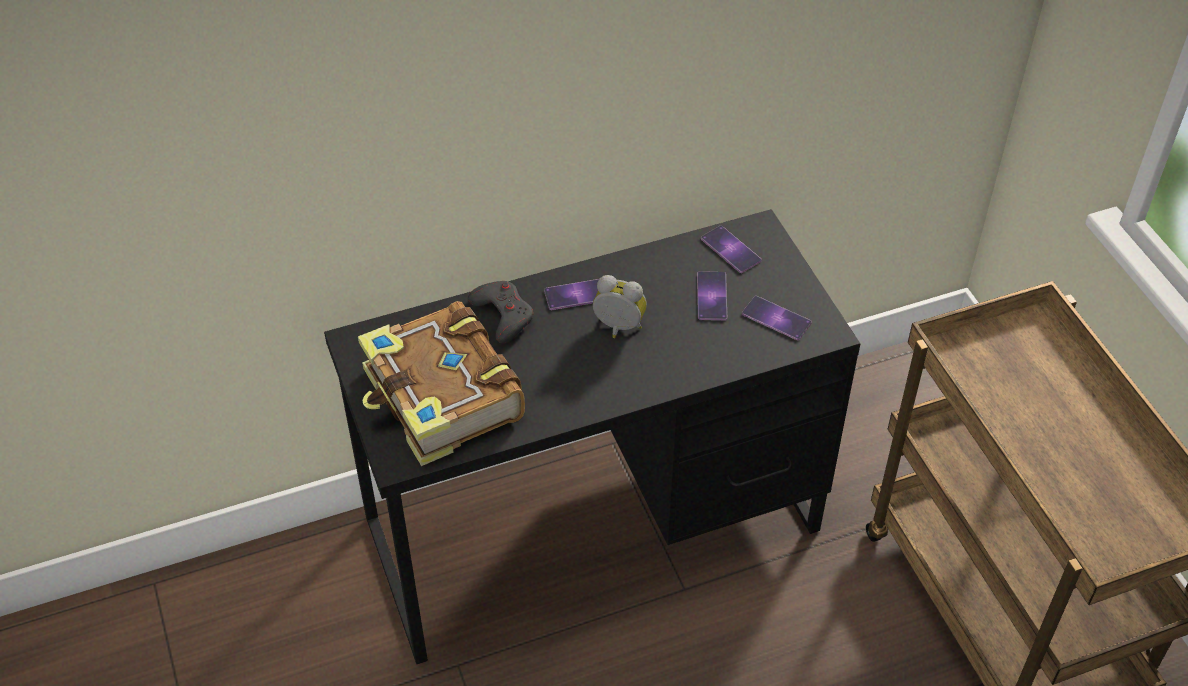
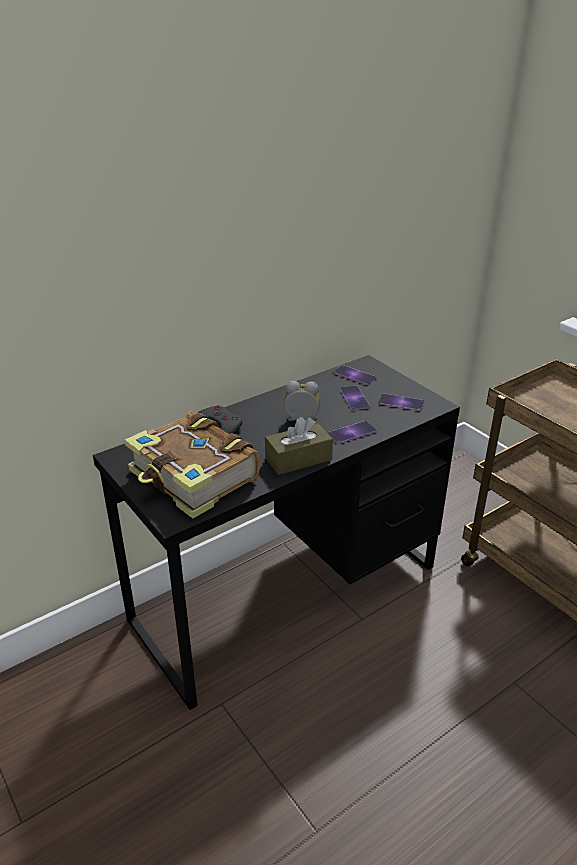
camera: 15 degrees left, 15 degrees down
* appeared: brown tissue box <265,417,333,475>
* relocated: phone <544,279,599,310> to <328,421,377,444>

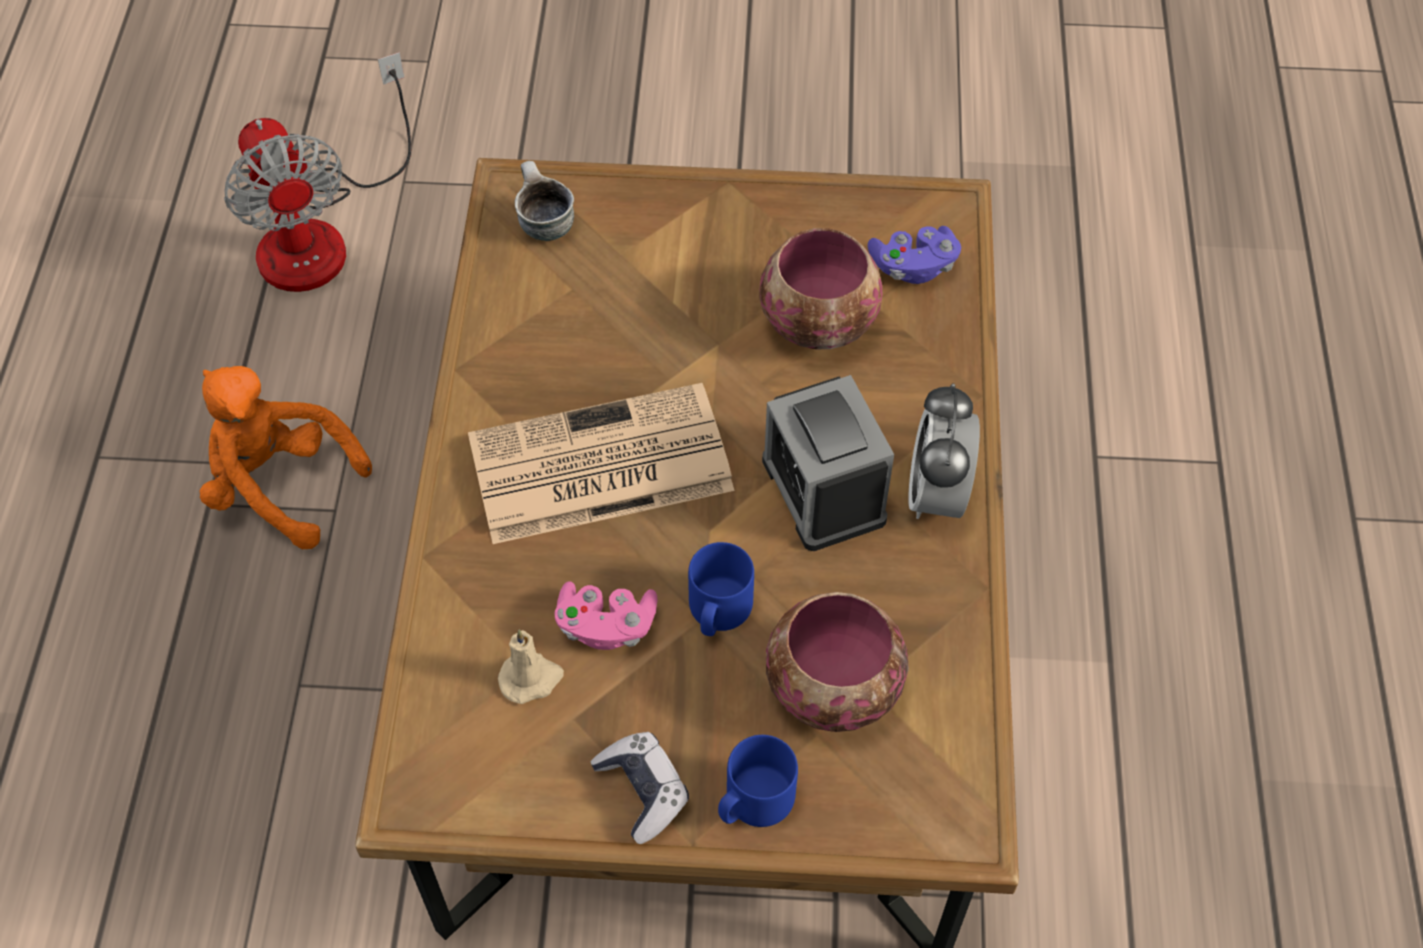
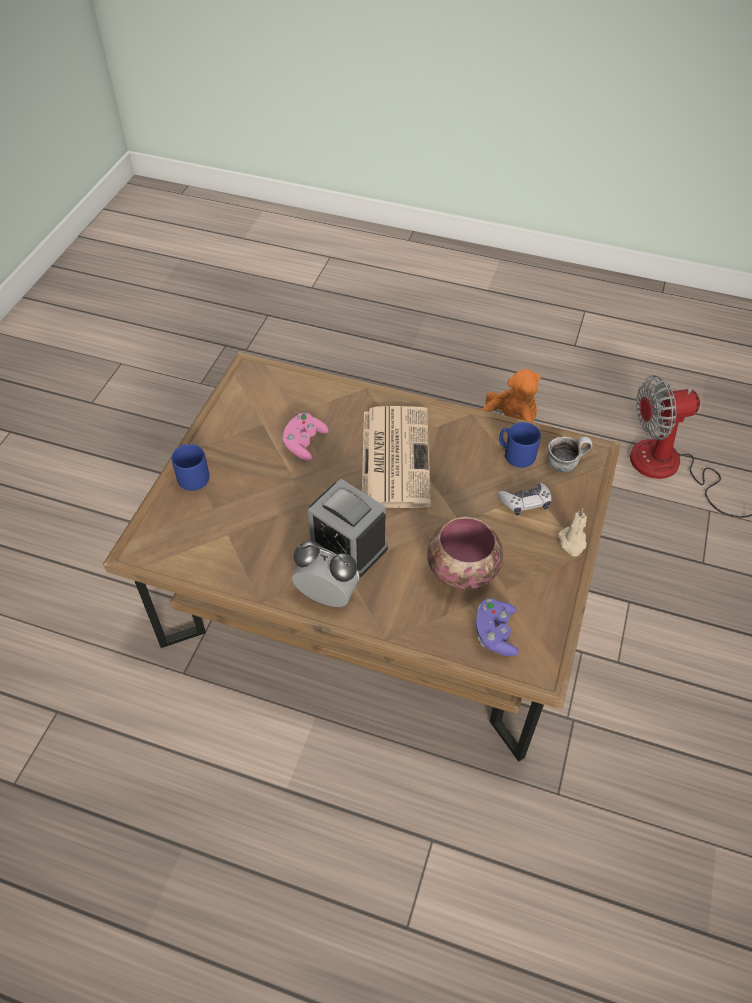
camera: 105 degrees right, 5 degrees down
* spun: alarm clock <762,375,894,551> = <308,479,388,577> 135 degrees counterclockwise
* relocated: game controller <591,732,689,844> to <498,483,552,516>
* relocated: blue mug <688,542,754,636> to <499,422,541,468>
* relocated: beige candle <498,630,564,704> to <558,508,587,557>
* missing: bowl <766,592,909,732>

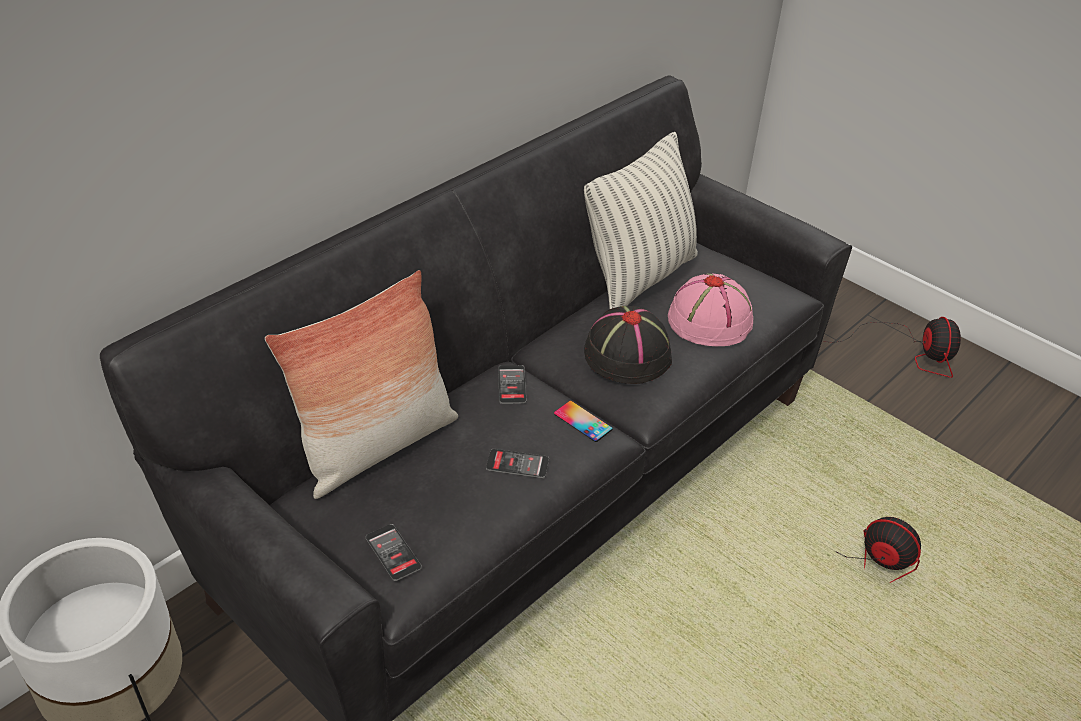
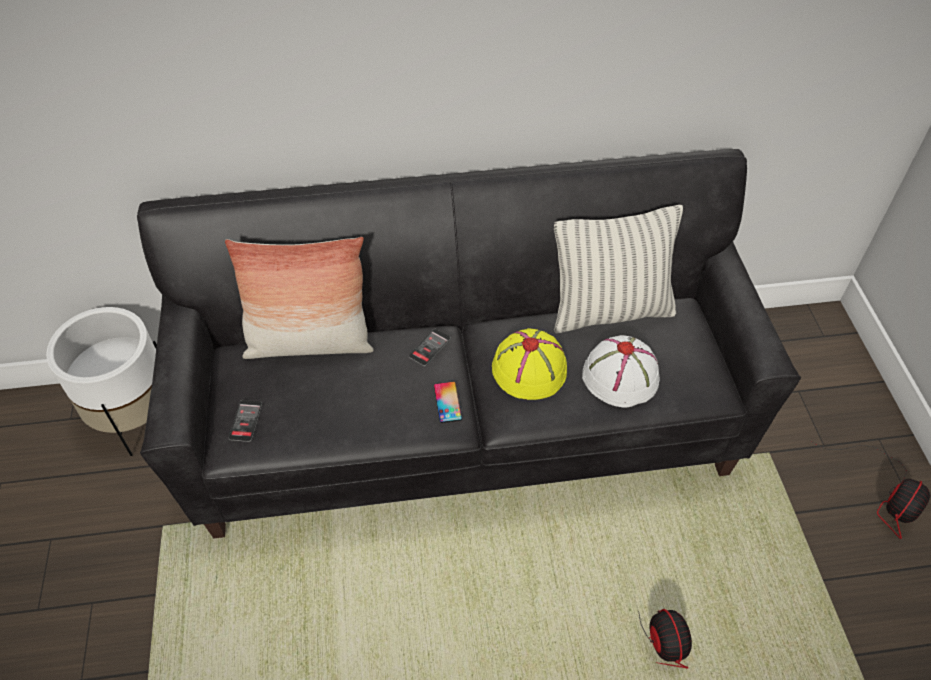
camera: 40 degrees right, 10 degrees up
* colour: black hat <584,306,672,384> to yellow hat <492,328,567,400>
* colour: pink hat <668,273,753,346> to white hat <582,335,660,408>
* missing: phone <486,449,549,478>

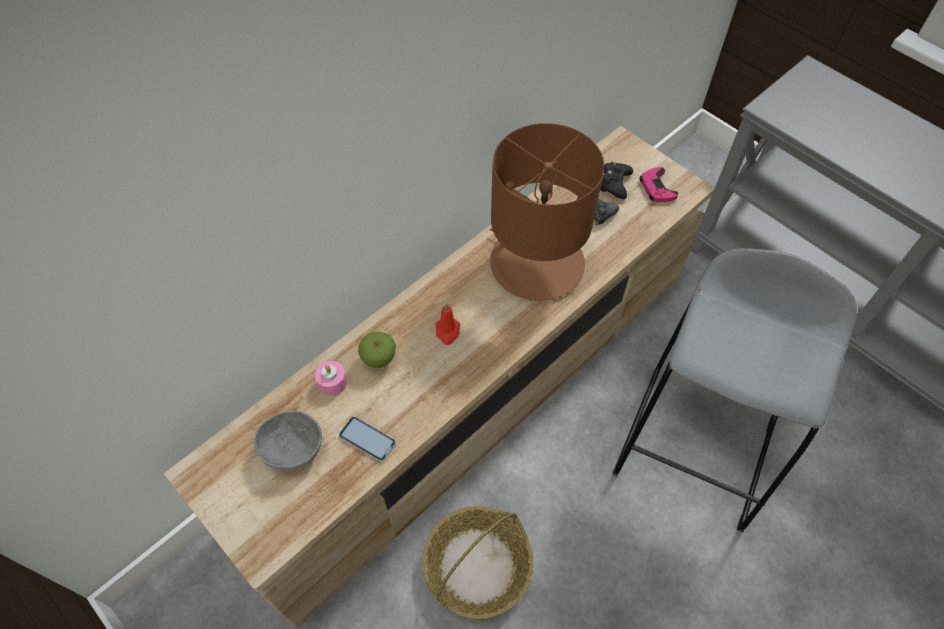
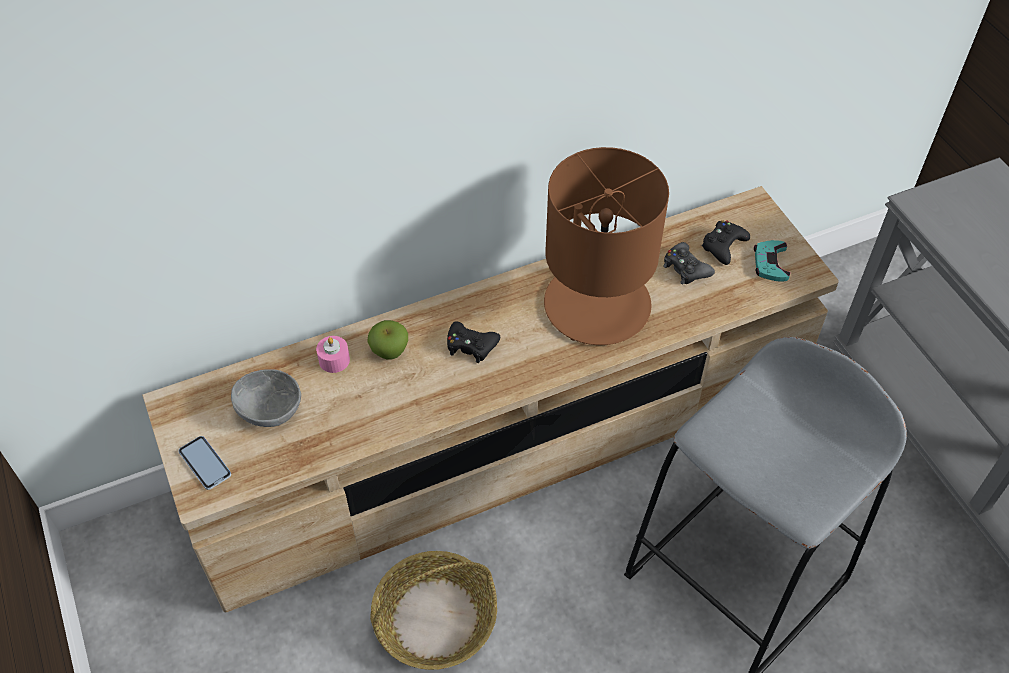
camera: 20 degrees right, 5 degrees down
* relocated: phone <339,416,396,462> to <178,436,231,490>
* exchanged: red candle <435,303,460,345> to black game controller <447,321,500,363>
* colour: pink game controller <640,167,678,202> to turquoise game controller <754,240,790,281>

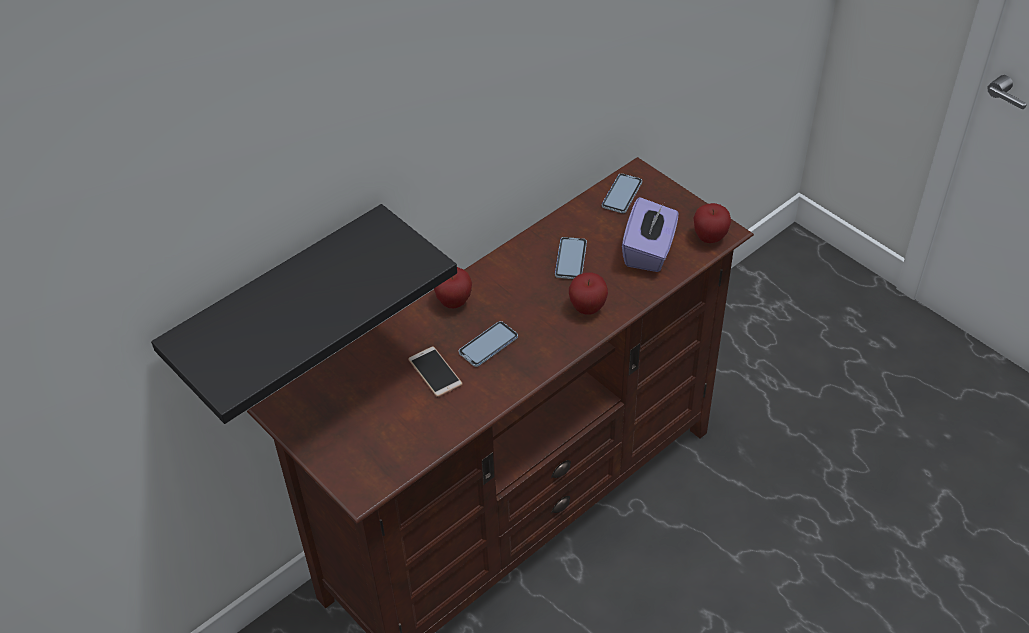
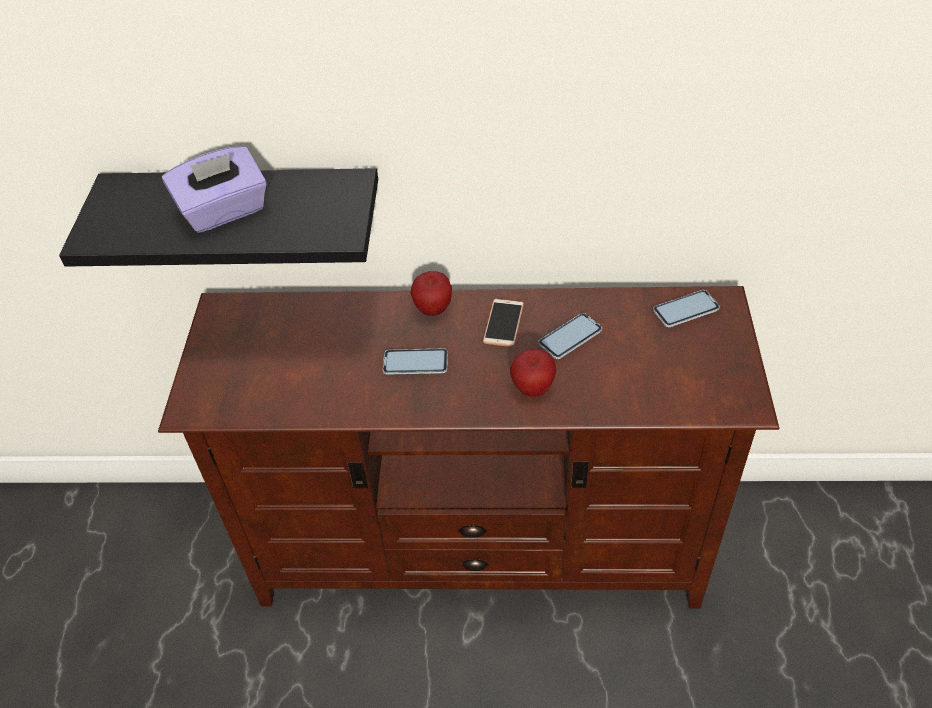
camera: 45 degrees right, 0 degrees up
* relocated: purple tissue box <622,197,678,272> to <162,146,267,233>
* relocated: phone <408,346,463,397> to <483,299,524,347>
* missing: apple <694,203,731,243>

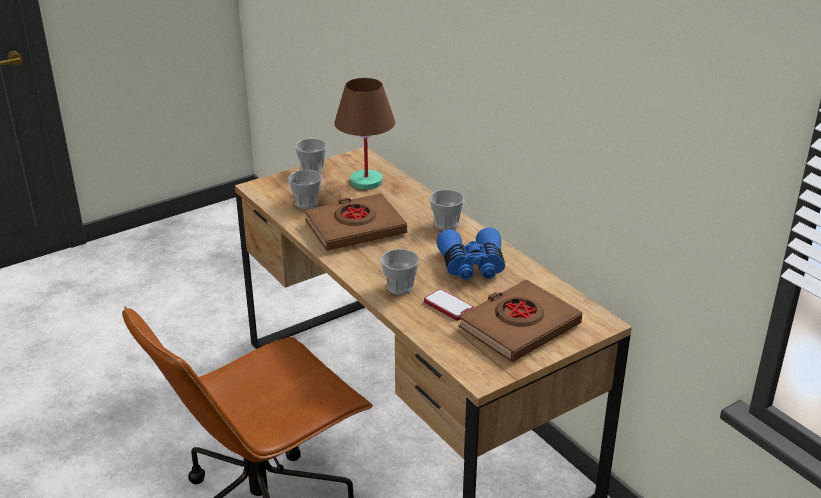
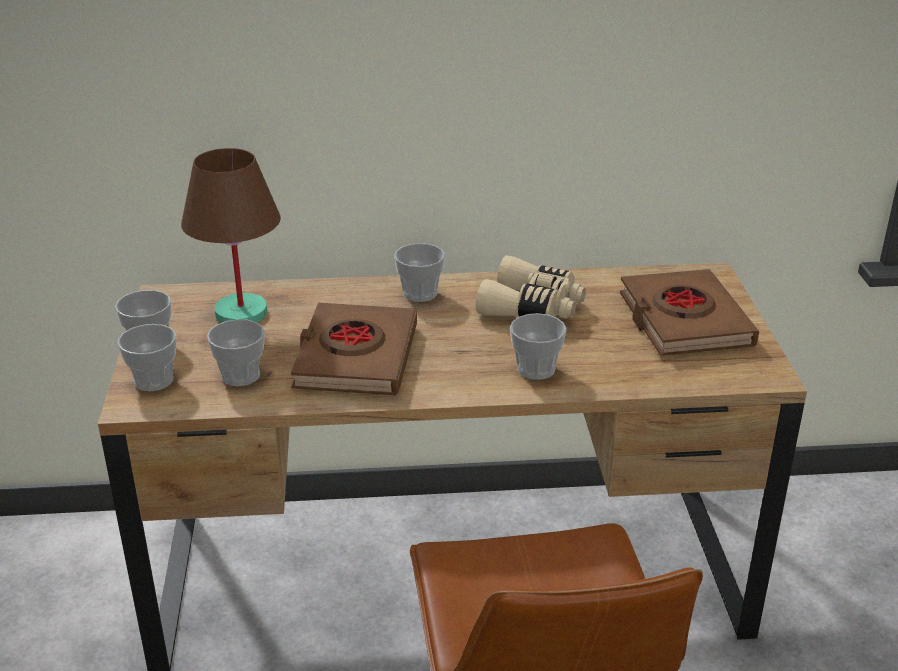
camera: 60 degrees left, 0 degrees up
* appeared: cup <118,324,176,392>
* colour: blue binoculars <436,227,505,280> to beige binoculars <476,255,586,319>
* missing: phone <424,289,474,321>

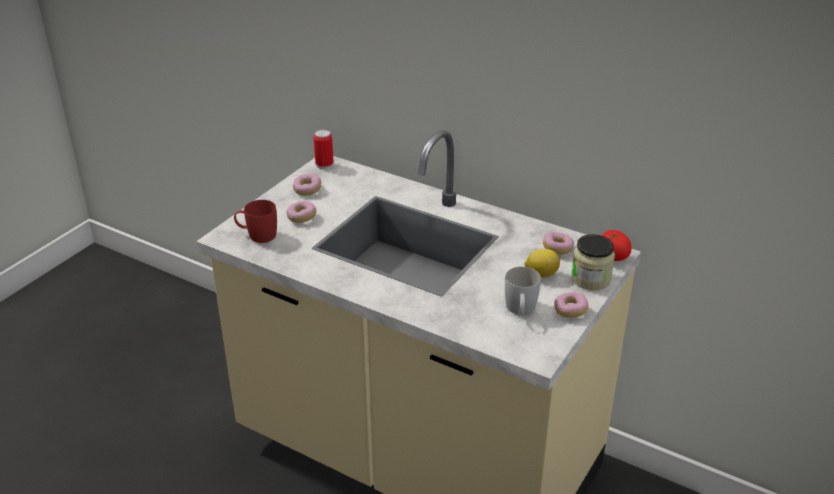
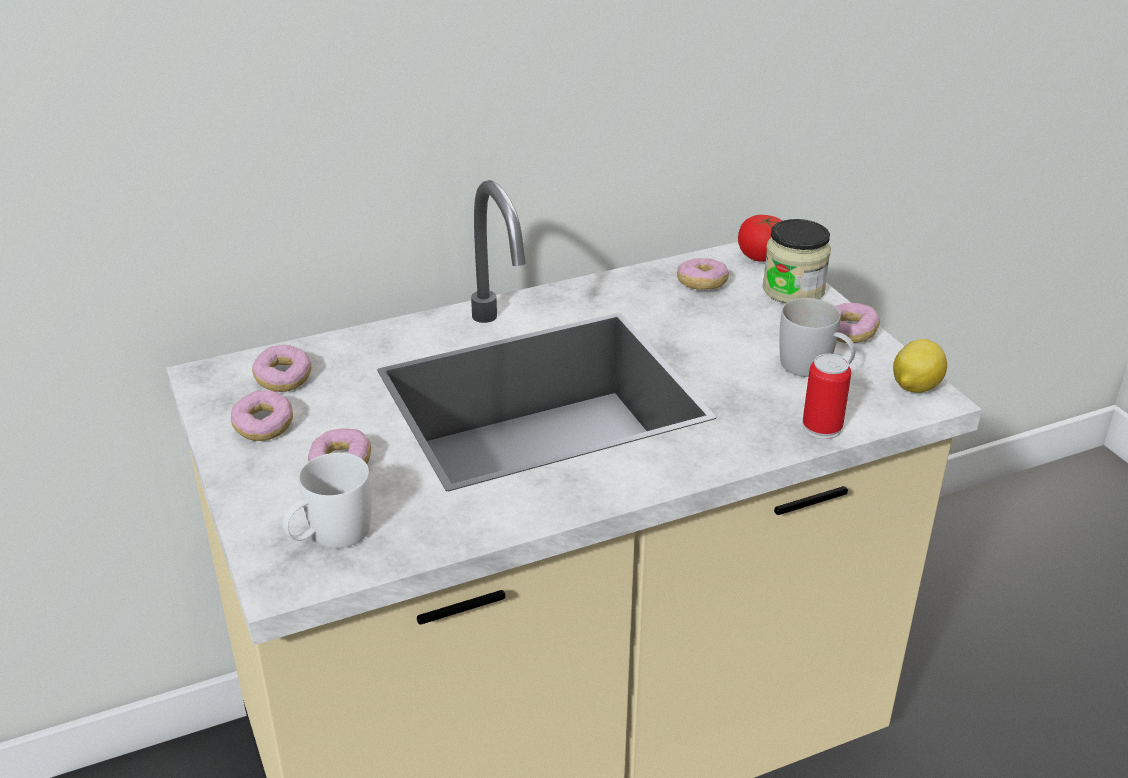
camera: 55 degrees left, 0 degrees up
* appeared: donut <252,345,312,392>
* colour: red mug <234,200,277,243> to white mug <283,453,372,548>
* relocated: can <314,130,333,169> to <803,354,851,439>
* relocated: lemon <524,249,560,277> to <893,339,947,393>

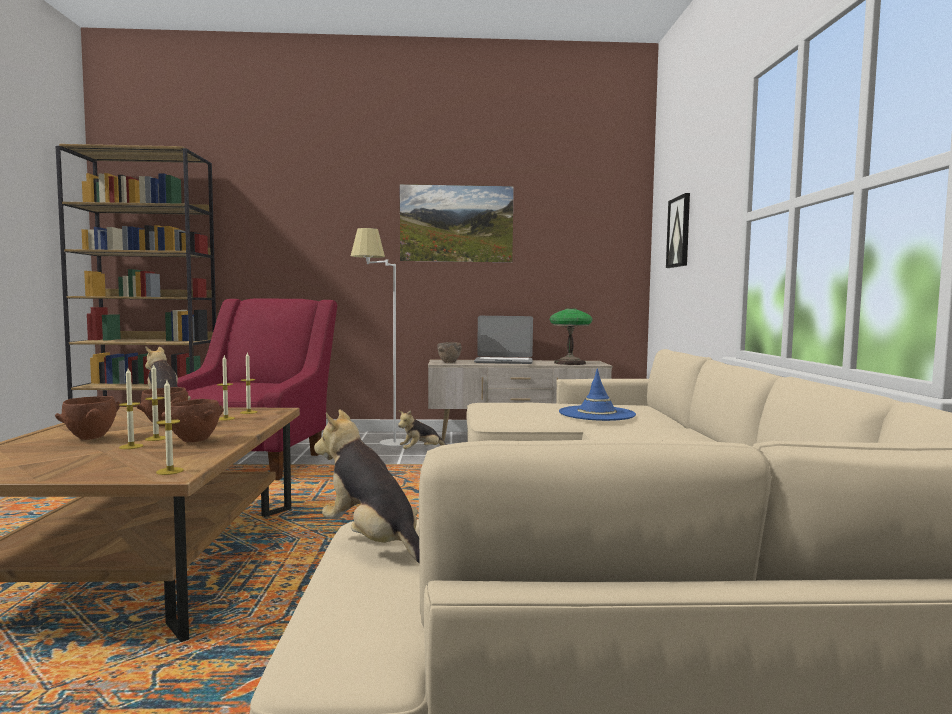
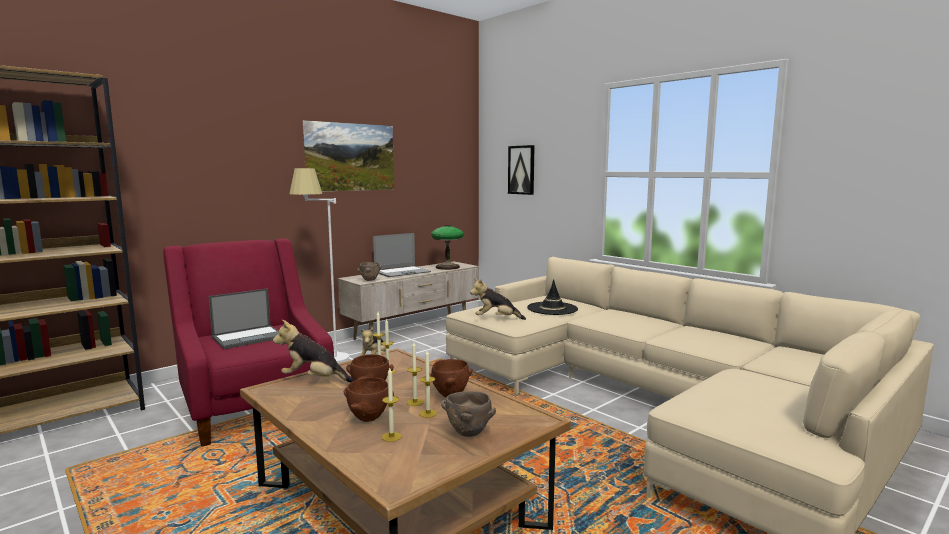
camera: 40 degrees left, 5 degrees up
* appeared: laptop <208,288,279,349>
* relocated: candle <156,380,184,475> to <382,368,402,442>
* appeared: brown bowl <441,391,496,437>
* relocated: plush toy <314,409,419,563> to <470,279,526,320>
* colour: blue hat <559,369,636,421> to black hat <527,279,578,315>

